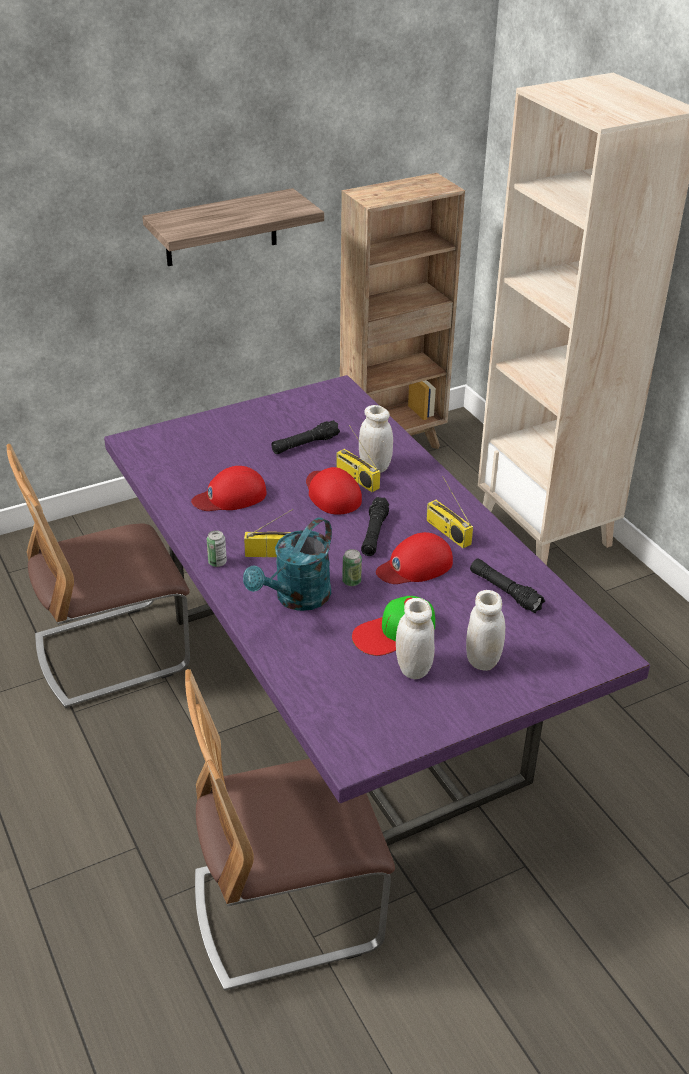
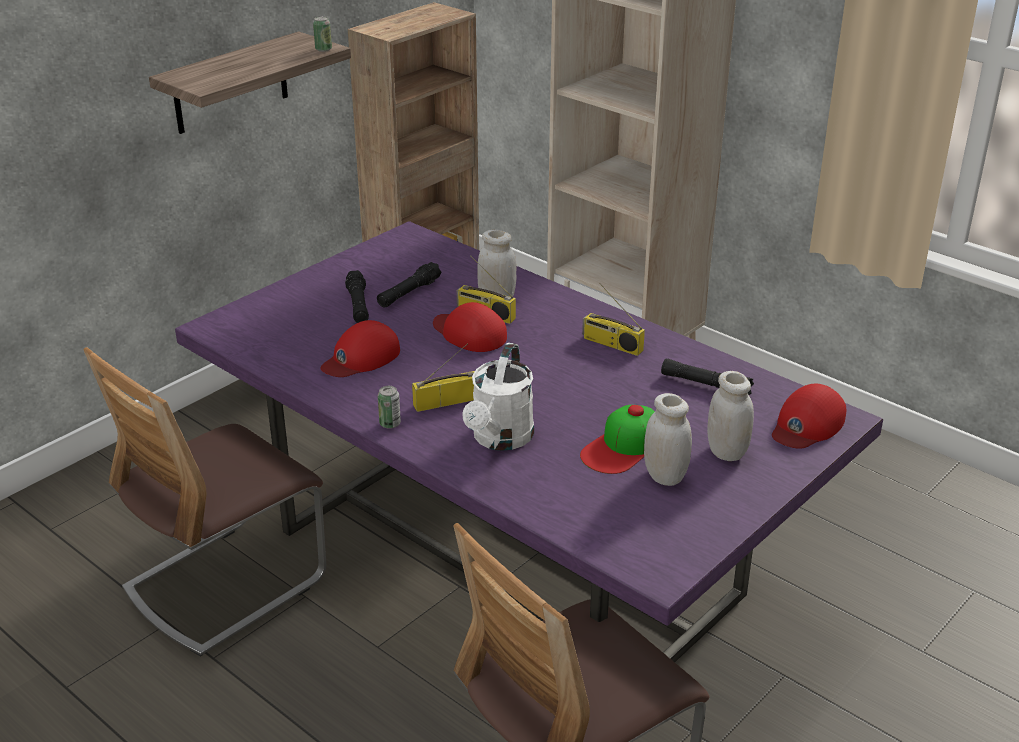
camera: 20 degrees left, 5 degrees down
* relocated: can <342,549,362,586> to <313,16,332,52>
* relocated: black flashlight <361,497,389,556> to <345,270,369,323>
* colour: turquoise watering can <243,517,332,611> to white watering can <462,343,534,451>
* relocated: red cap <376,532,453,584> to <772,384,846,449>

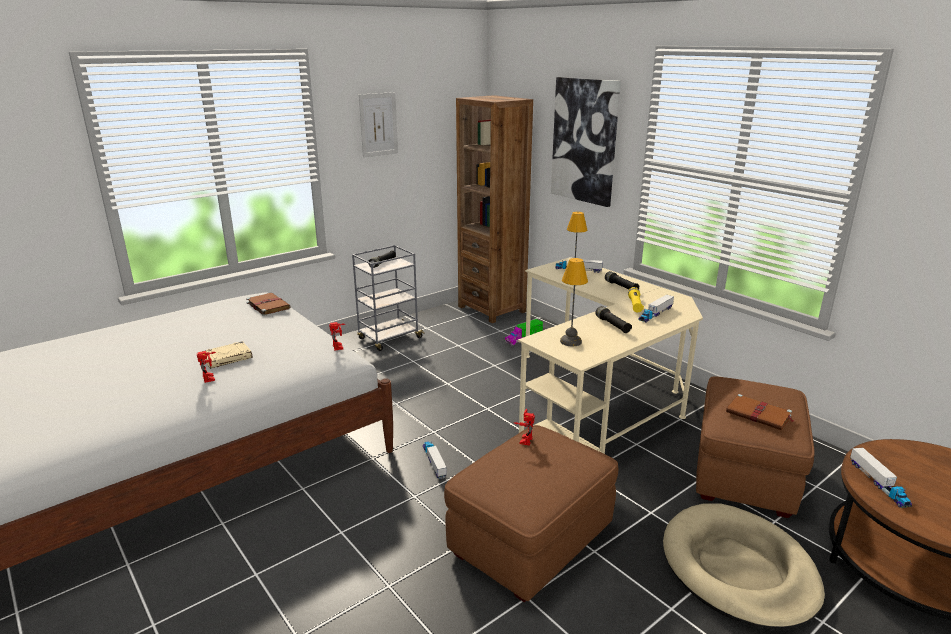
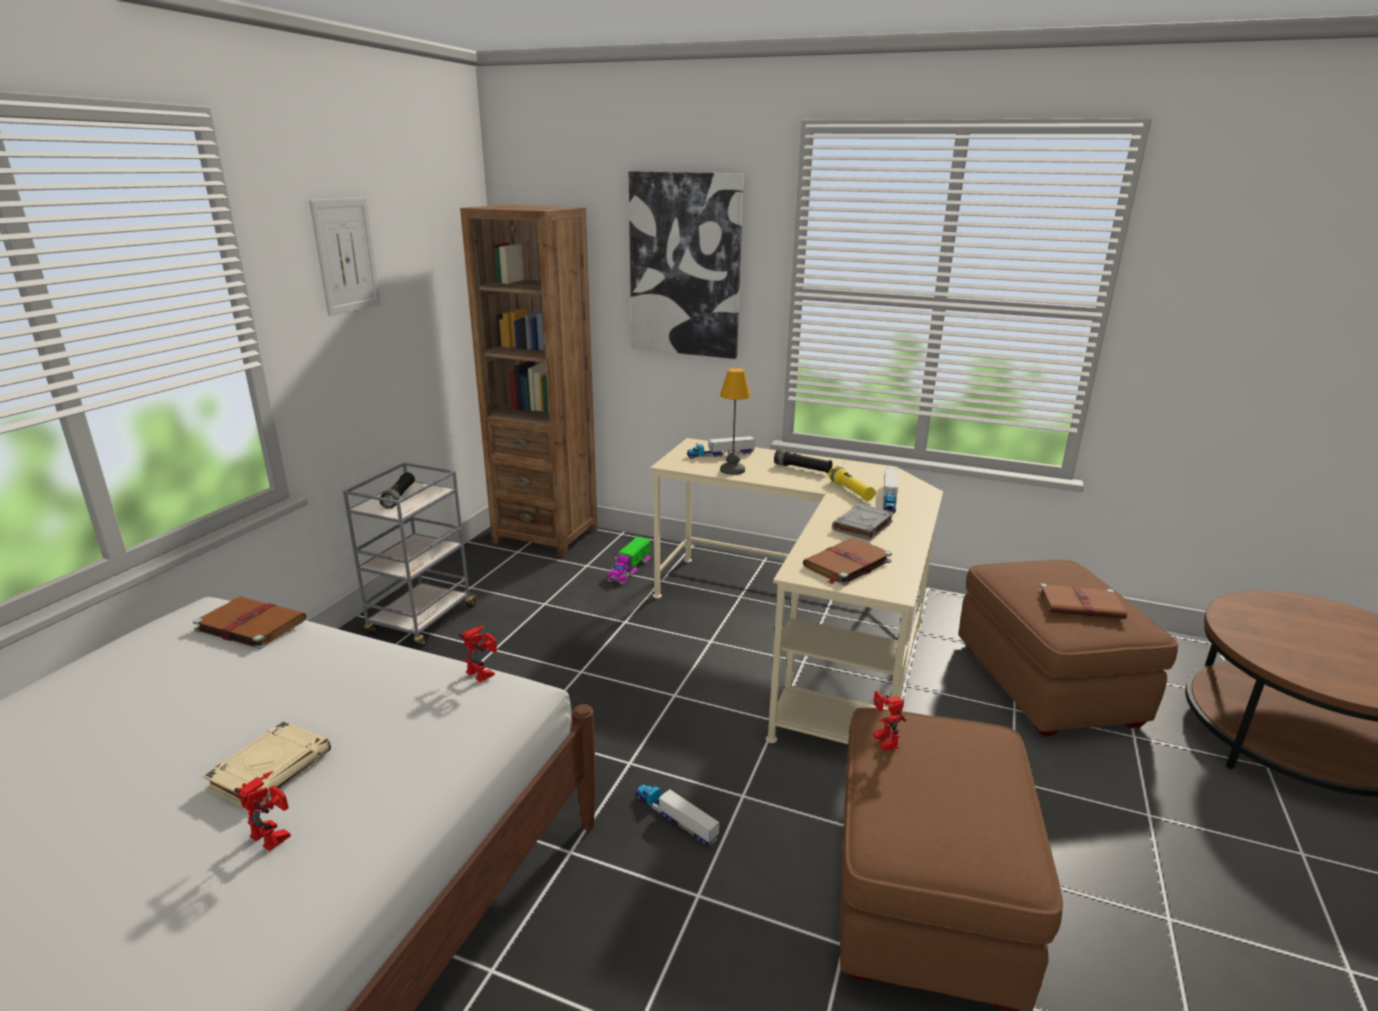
camera: 30 degrees left, 0 degrees up
* exchanged: table lamp <560,258,588,346> to brown book <803,538,892,585>
* exchanged: black flashlight <595,306,632,333> to grey book <832,503,894,541>
* missing: beige dog bed <663,503,825,630>
* missing: toy truck <850,448,912,508>

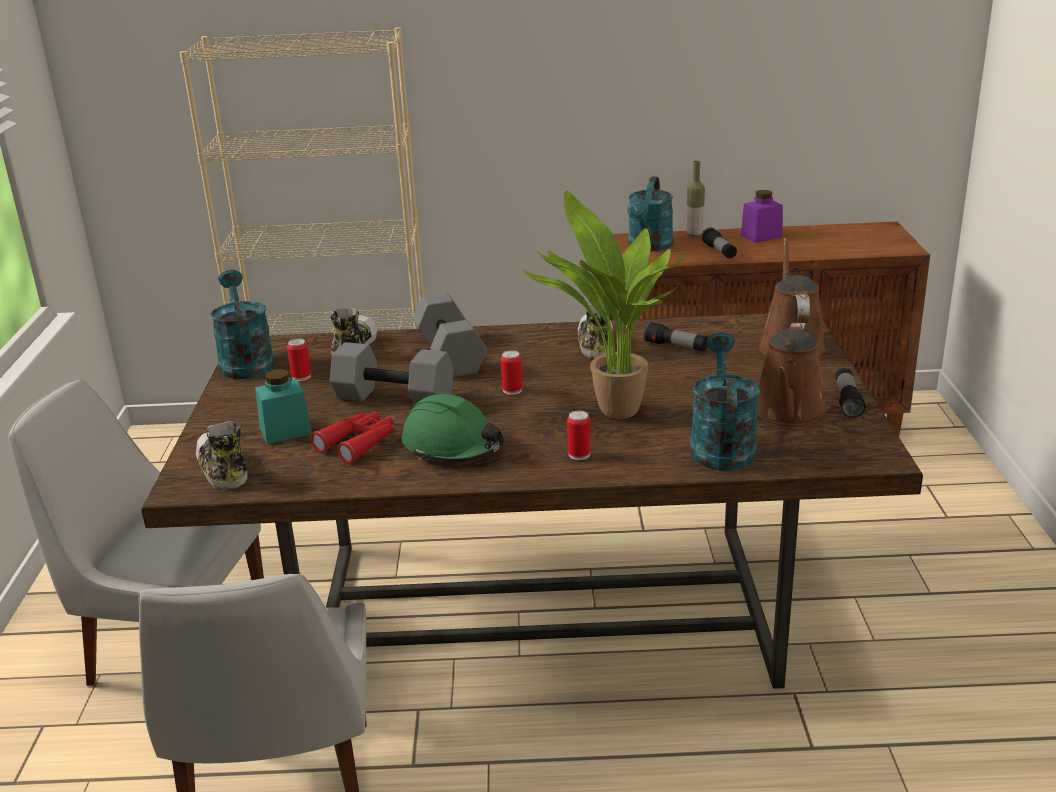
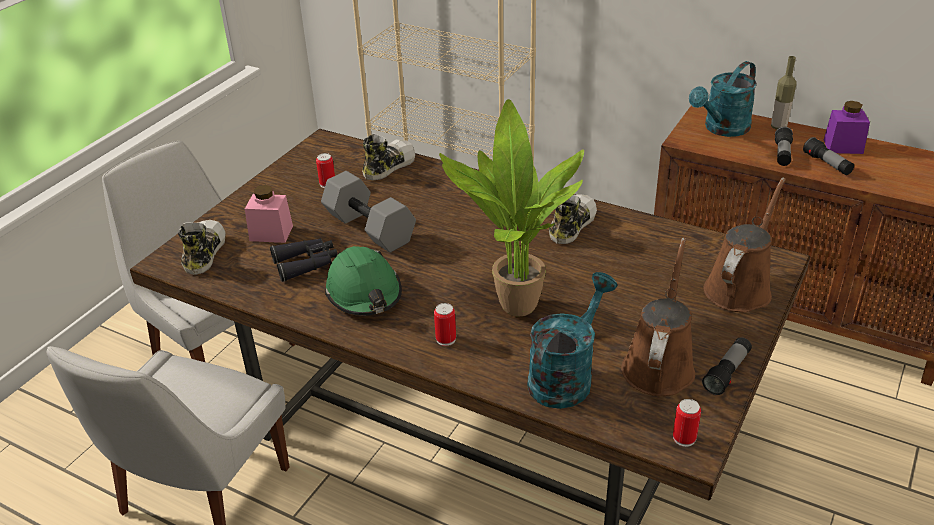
camera: 30 degrees right, 10 degrees up
* colour: turquoise jar <255,369,312,444> to pink jar <245,185,293,243>
* colour: red binoculars <310,411,394,464> to black binoculars <270,238,338,282>
* spun: brown watering can <758,323,827,426> = <621,238,695,396> 150 degrees clockwise
* relocated: can <501,350,523,395> to <673,399,701,447>
* relocated: flashlight <644,322,708,352> to <803,137,854,175>
* missing: turquoise watering can <210,270,275,379>
* missing: grey dumbbell <413,293,487,378>

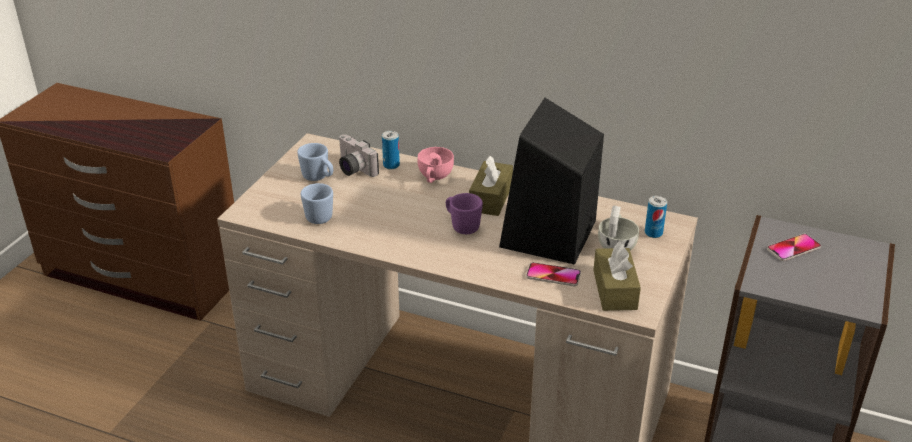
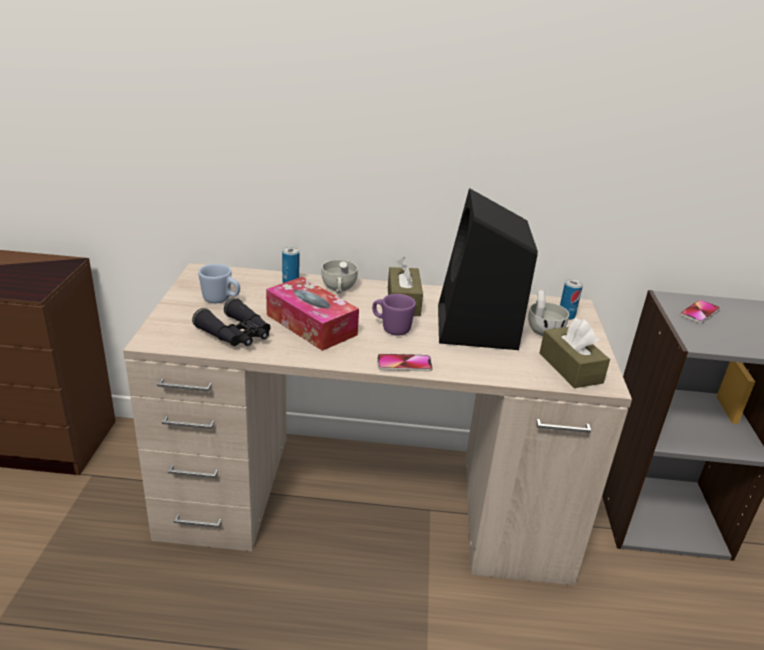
camera: 20 degrees left, 5 degrees down
* exchanged: blue mug <301,183,333,224> to black binoculars <192,298,271,346>
* appeared: tissue box <266,277,359,351>
* colour: pink cup <418,147,454,183> to white cup <321,260,358,294>
* relocated: phone <526,262,581,286> to <377,354,433,371>
* missing: photo camera <339,134,379,177>

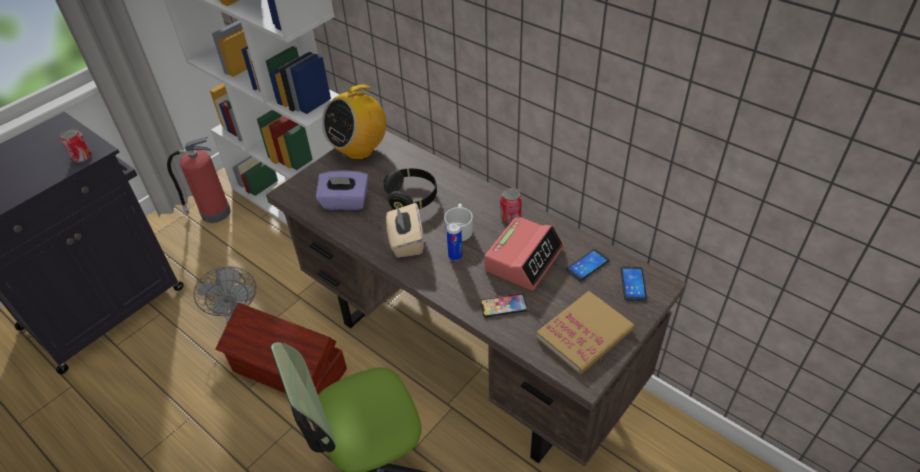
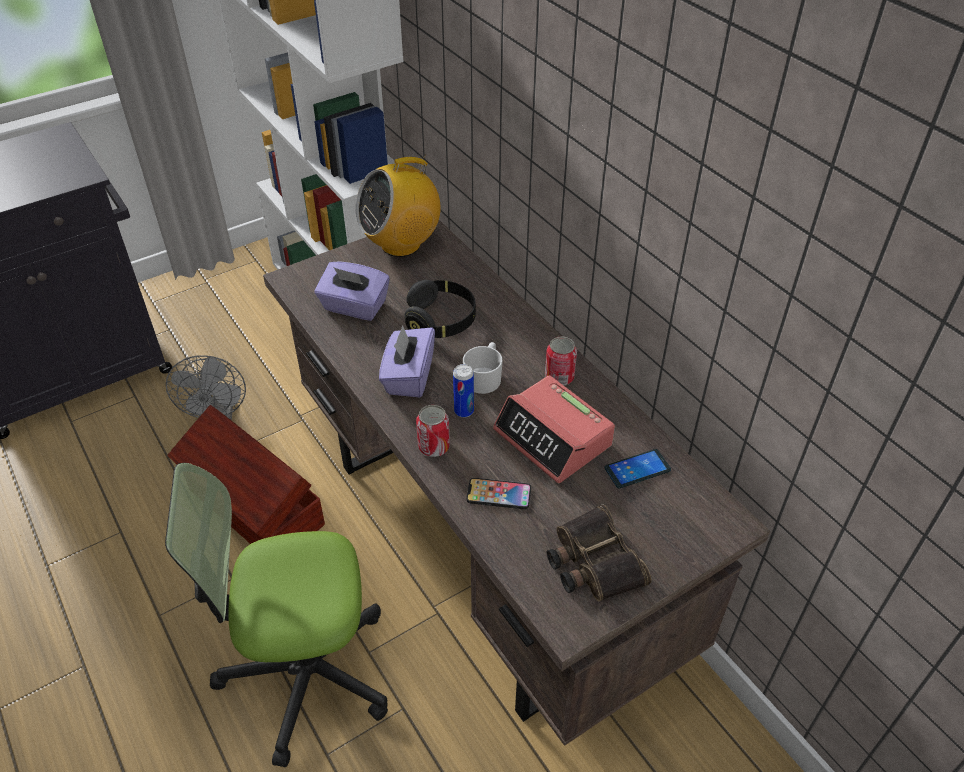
camera: 15 degrees right, 0 degrees up
* colour: beige tissue box <386,203,424,258> to purple tissue box <379,325,435,397>
* relocated: can <60,128,92,162> to <416,405,450,457>
* spun: alarm clock <485,216,564,291> = <493,375,615,483> 90 degrees clockwise
* exchanged: book <536,291,634,374> to binoculars <547,504,652,602>
* missing: fire extinguisher <167,137,231,223>
* missing: phone <620,266,647,301>

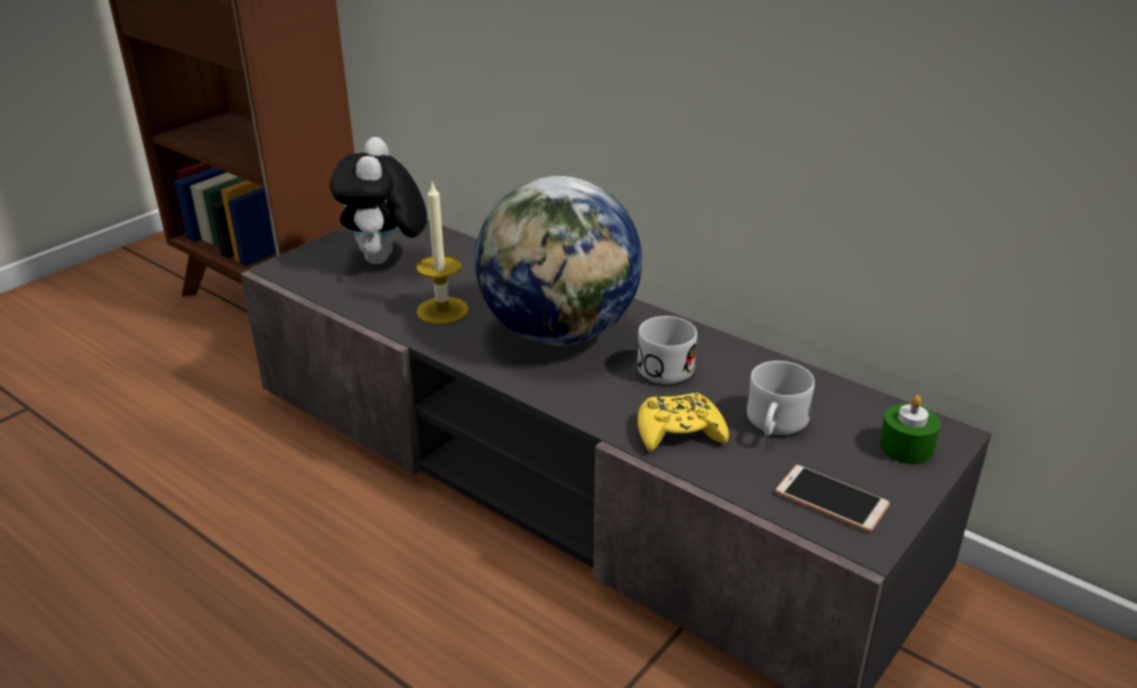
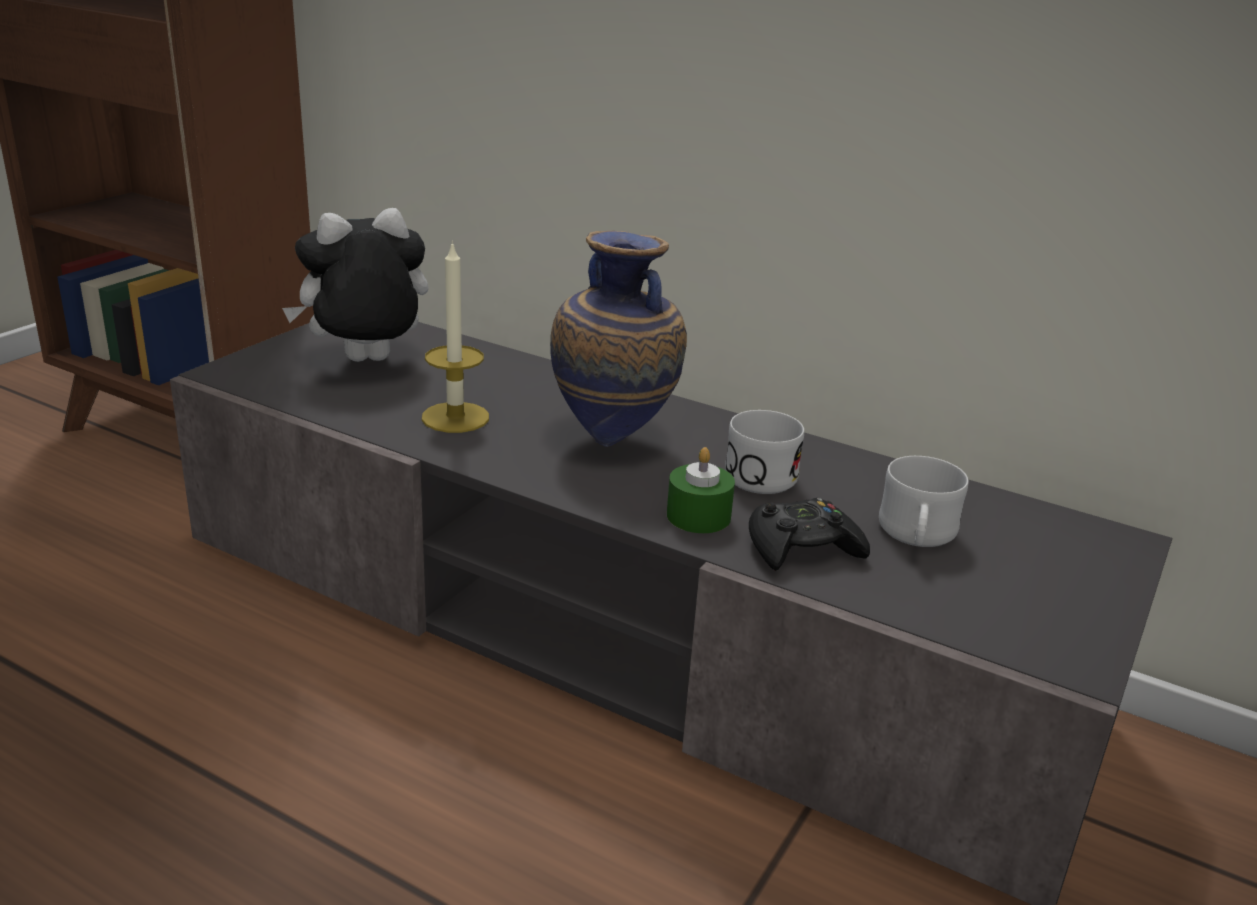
camera: 10 degrees left, 5 degrees down
* spun: plush toy <330,137,427,264> = <282,208,428,362> 75 degrees clockwise
* exchanged: globe <475,176,642,346> to vase <550,231,687,447>
* relocated: green candle <879,395,941,464> to <667,447,735,533>
* colour: yellow game controller <638,393,729,452> to black game controller <749,498,870,571>
* missing: phone <775,465,890,532>

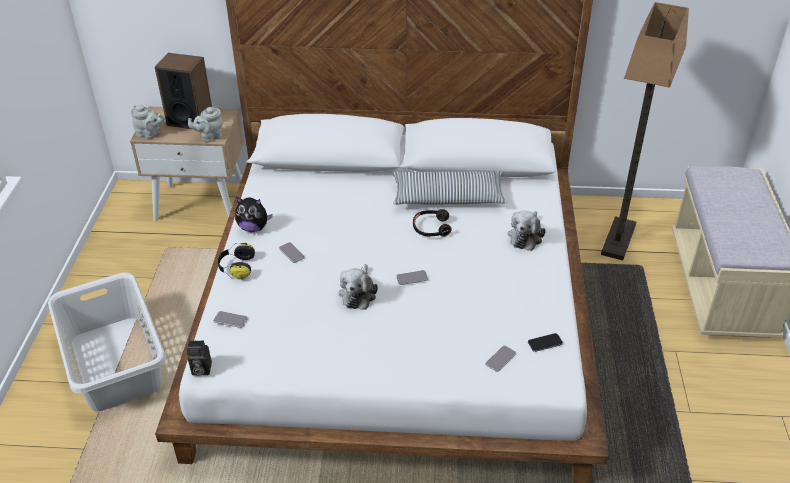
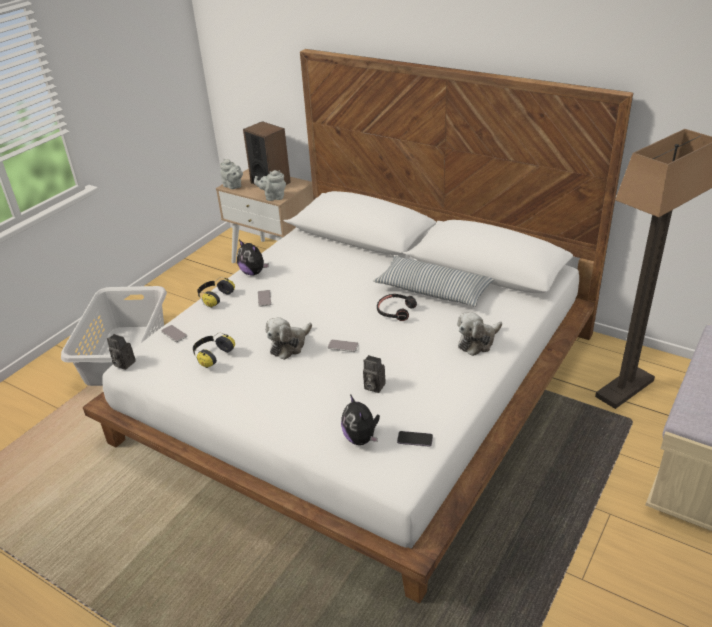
camera: 30 degrees right, 5 degrees down
* appeared: headphones <193,332,235,368>
* exchanged: phone <485,345,516,372> to plush toy <341,394,380,445>
* appeared: photo camera <363,355,386,393>

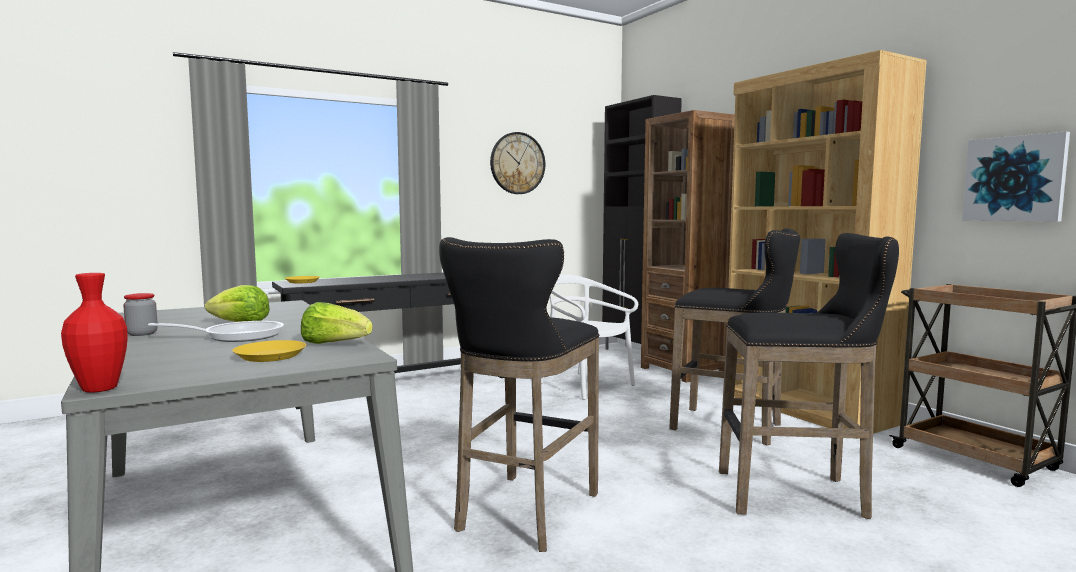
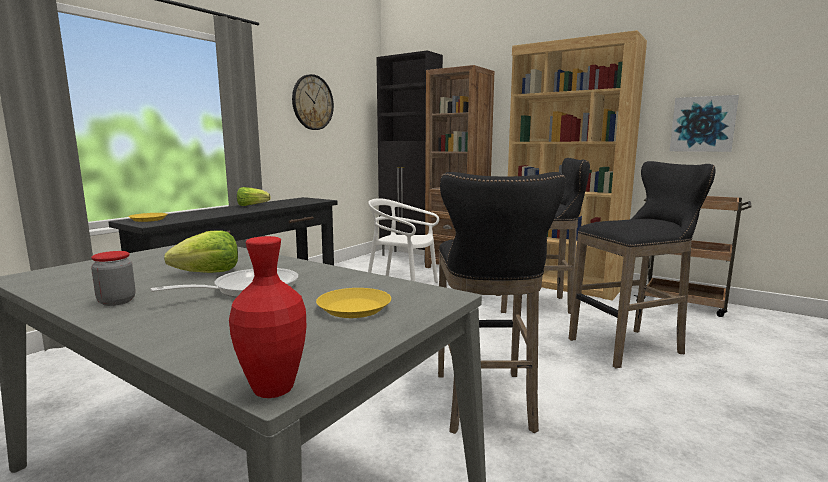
camera: 25 degrees left, 5 degrees up
* relocated: lettuce <301,302,373,344> to <237,187,271,206>

